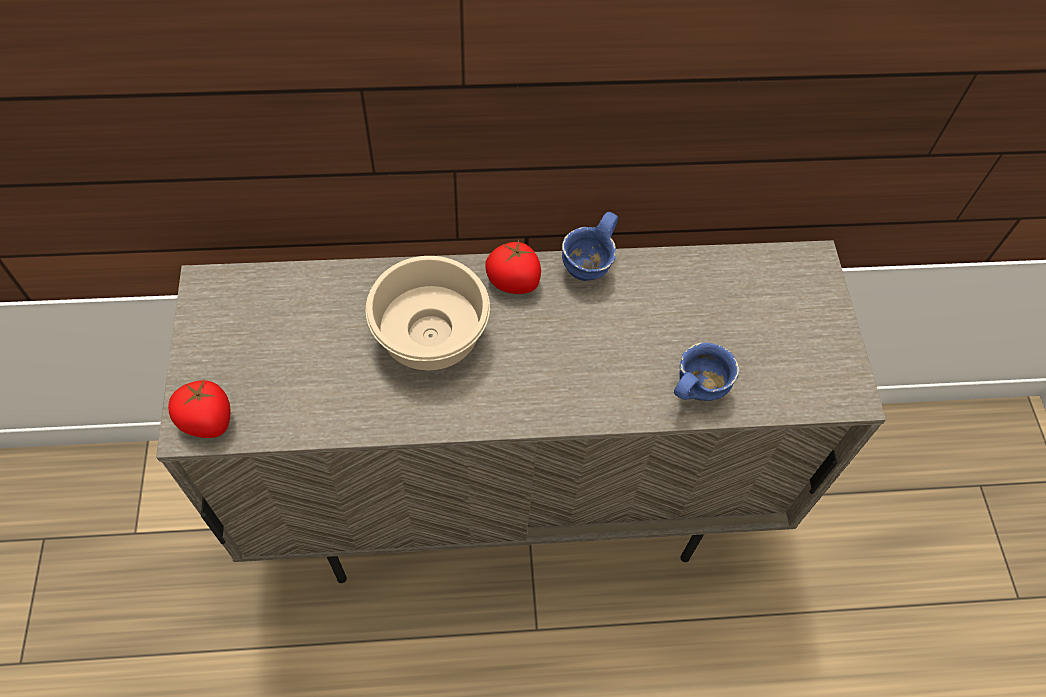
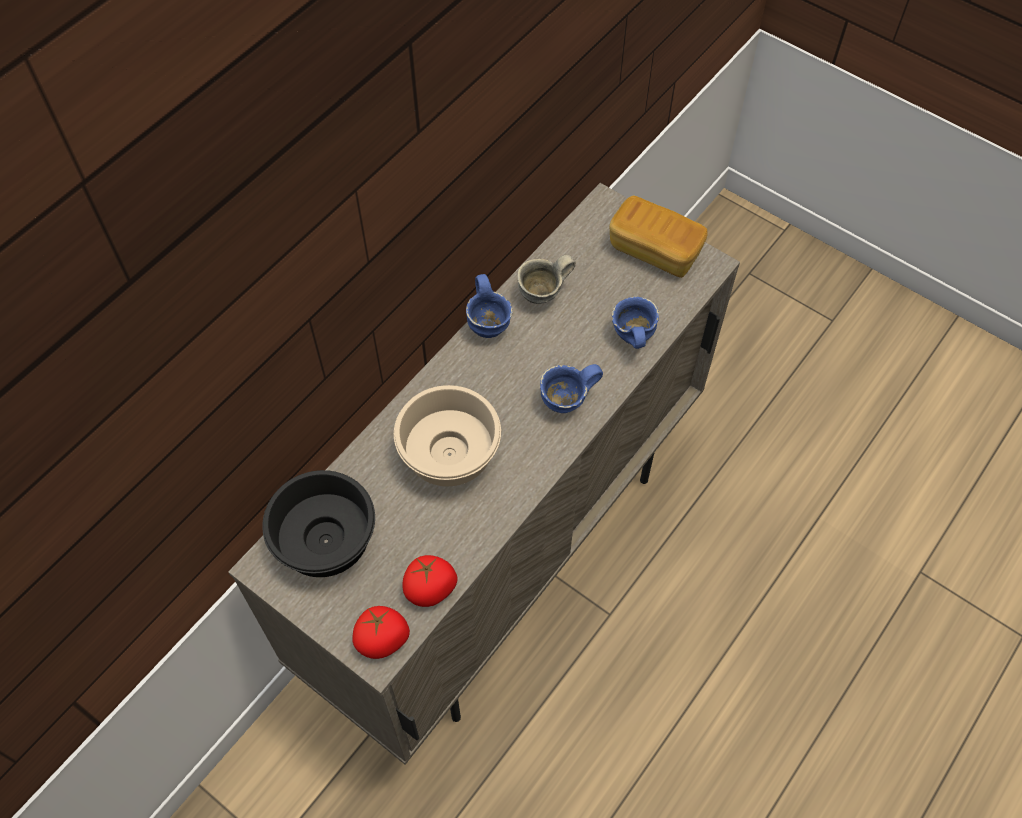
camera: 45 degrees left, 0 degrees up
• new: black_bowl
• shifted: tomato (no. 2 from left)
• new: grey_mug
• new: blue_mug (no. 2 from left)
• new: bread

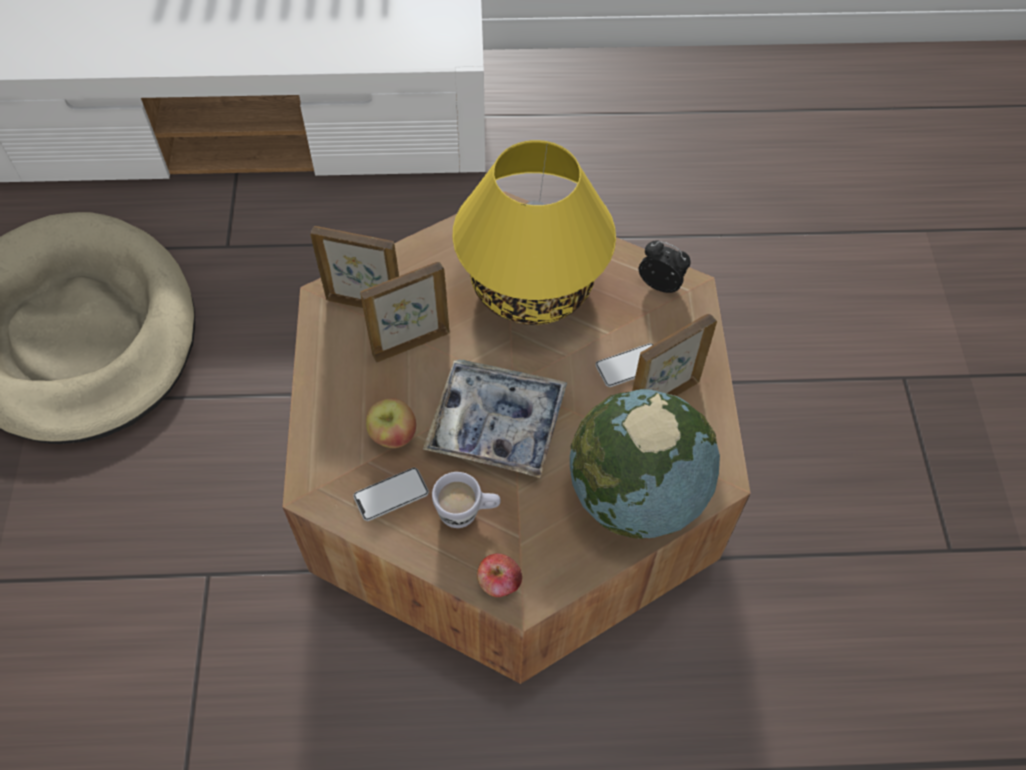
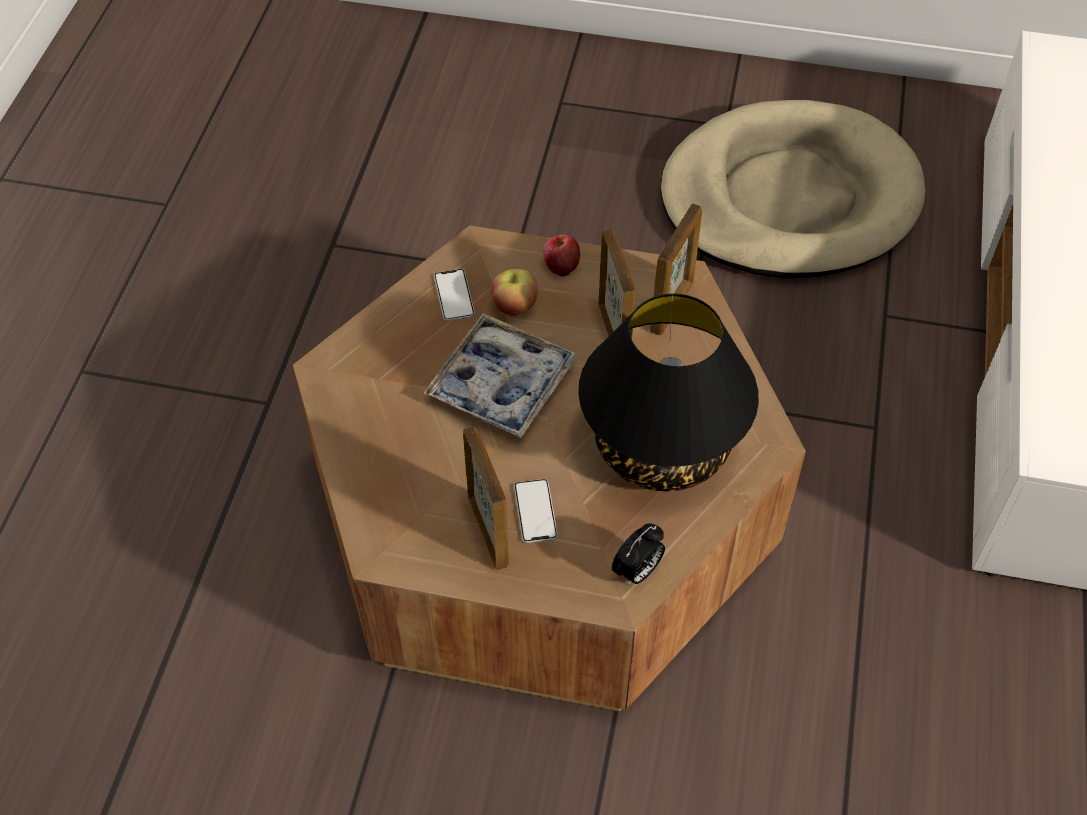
camera: 105 degrees right, 5 degrees down
• shifted: apple (no. 2 from left)
• repainted: yellow_table_lamp to black_table_lamp
• gone: white_mug
• gone: globe

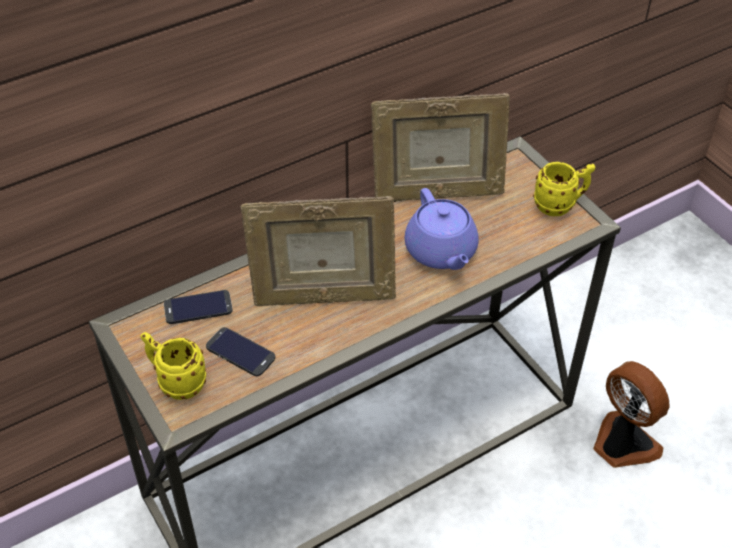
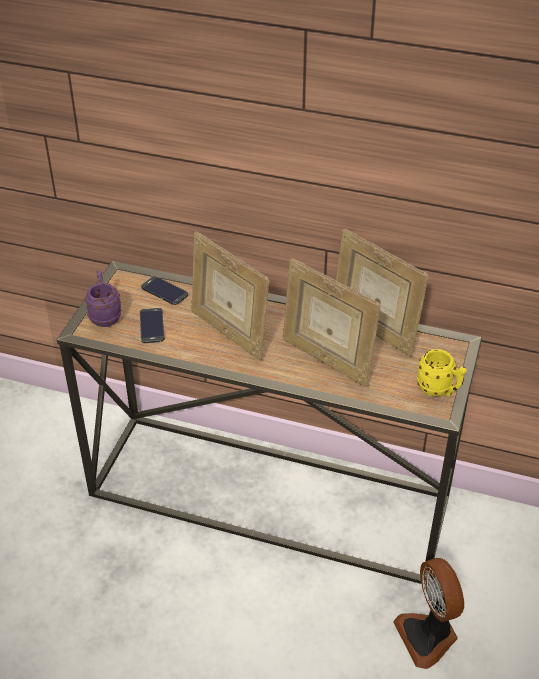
camera: 50 degrees right, 5 degrees down
• repainted: yellow_mug (no. 1 from left) to purple_mug
• swapped: purple_teapot to picture_frame (no. 2 from left)
• rotated: fan 150 degrees clockwise

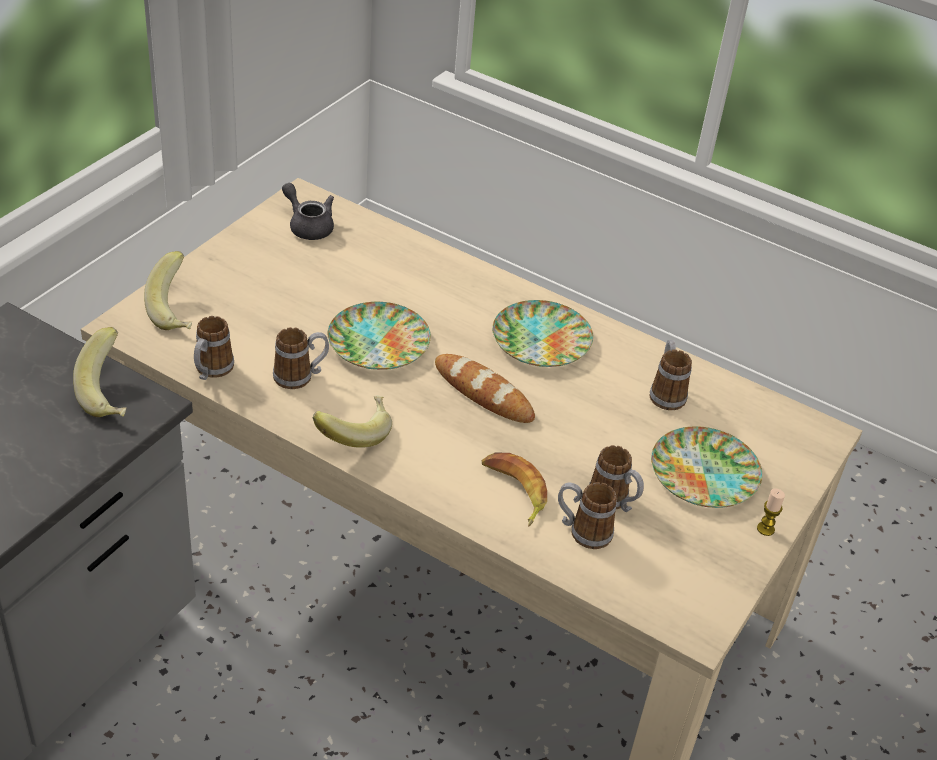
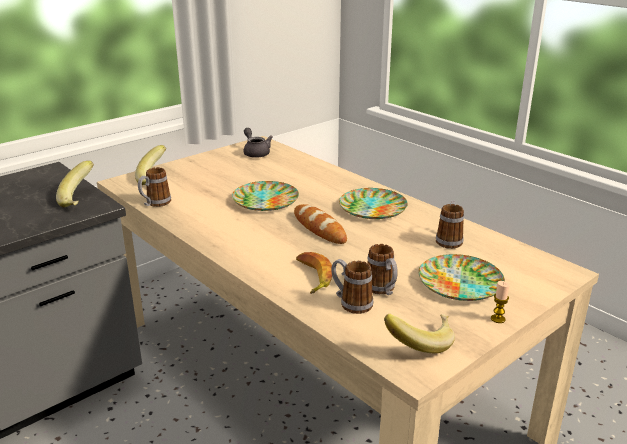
camera: 20 degrees right, 15 degrees down
• shifted: banana (no. 3 from left in the first image) to banana (no. 4 from left)
• gone: mug (no. 2 from left)

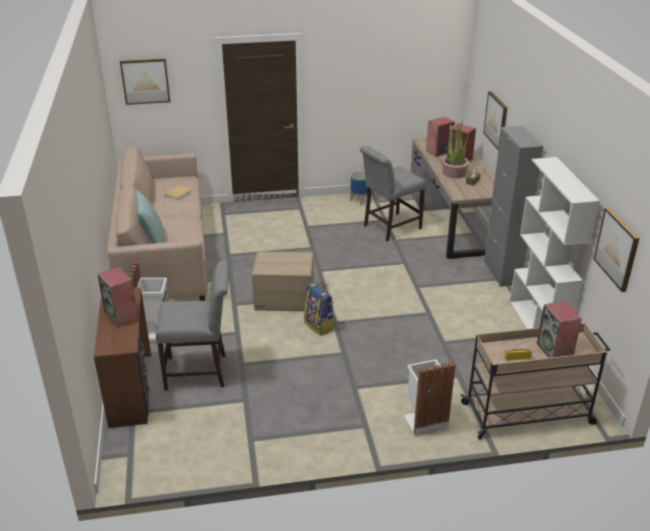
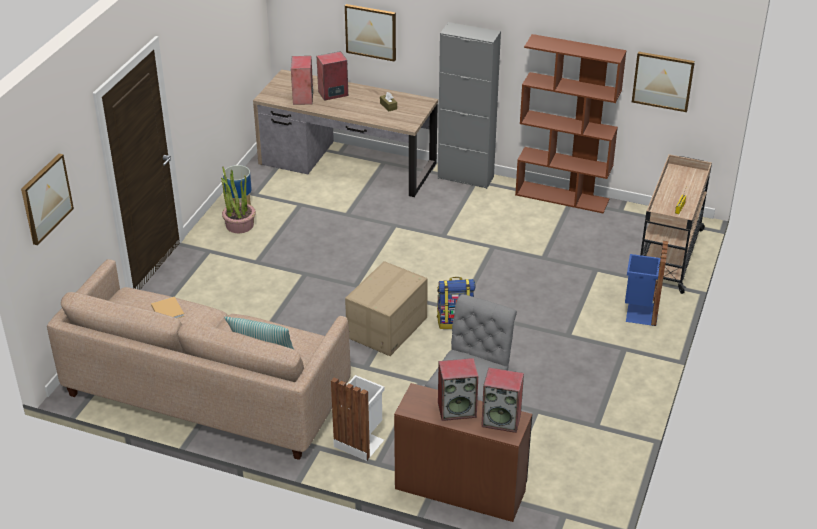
camera: 60 degrees left, 5 degrees up
• shifted: potted_plant
• shifted: speaker (no. 4 from left)
• repainted: white_bookcase to brown_bookcase
• repainted: white_trash_can (no. 2 from left) to blue_trash_can
• gone: grey_chair (no. 2 from left)

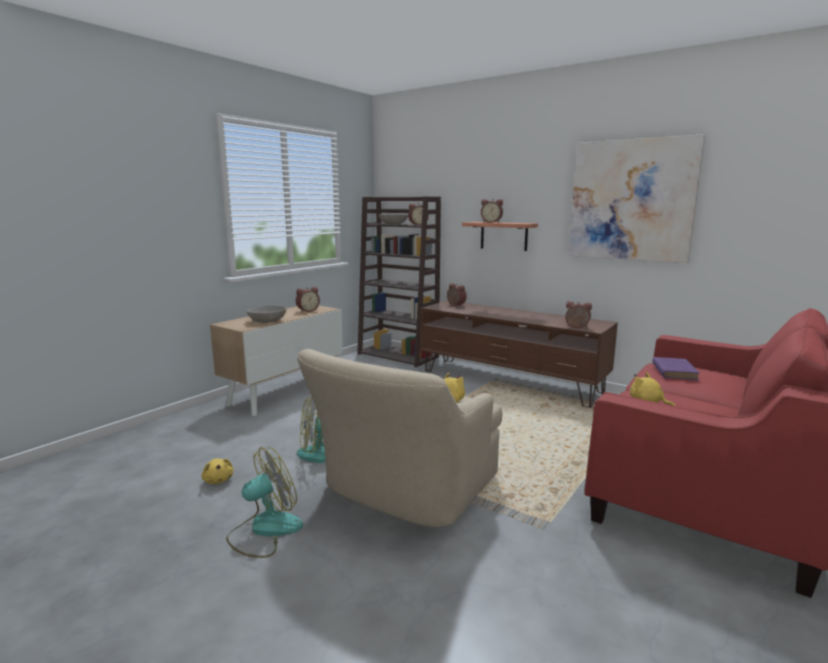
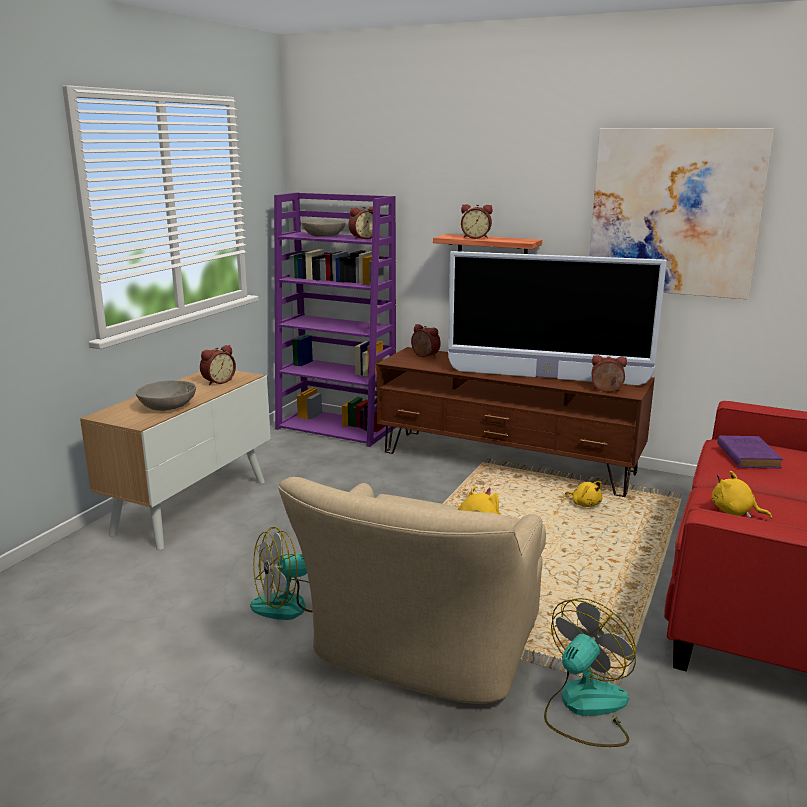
camera: 10 degrees left, 5 degrees up
• repainted: brown_bookcase to purple_bookcase
• new: television
• shifted: fan (no. 1 from left in the first image) to fan (no. 2 from left)
• shifted: yellow_plush_toy (no. 1 from left in the first image) to yellow_plush_toy (no. 2 from left)

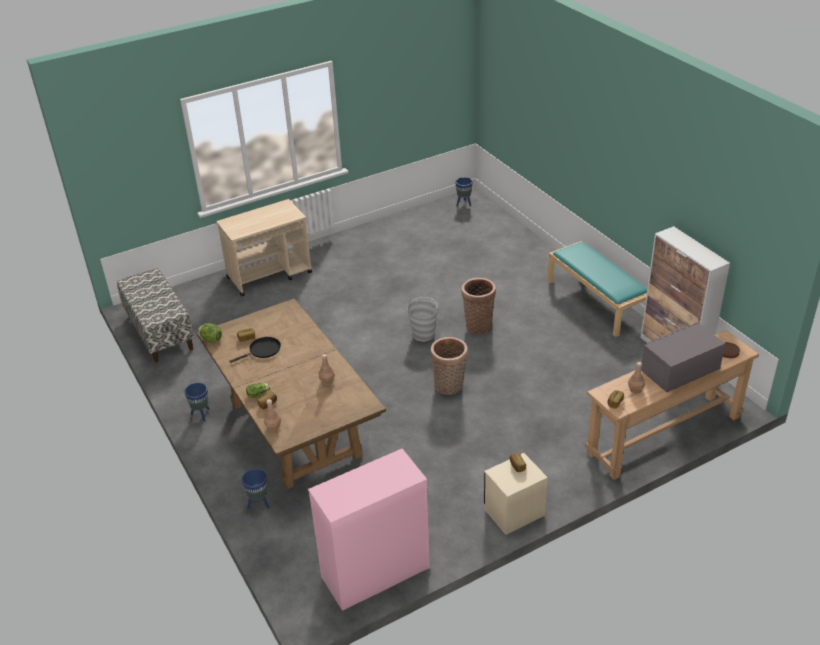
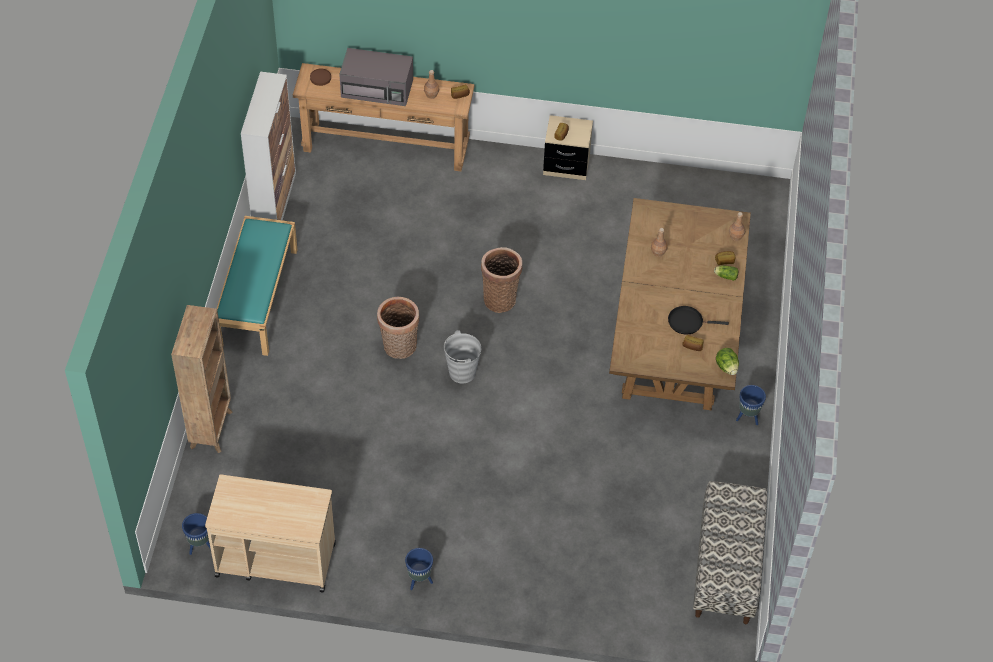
camera: 145 degrees left, 15 degrees up
• new: brown_bookcase
• shifted: beige_cart
• shifted: blue_planter (no. 2 from left)
• gone: pink_dresser

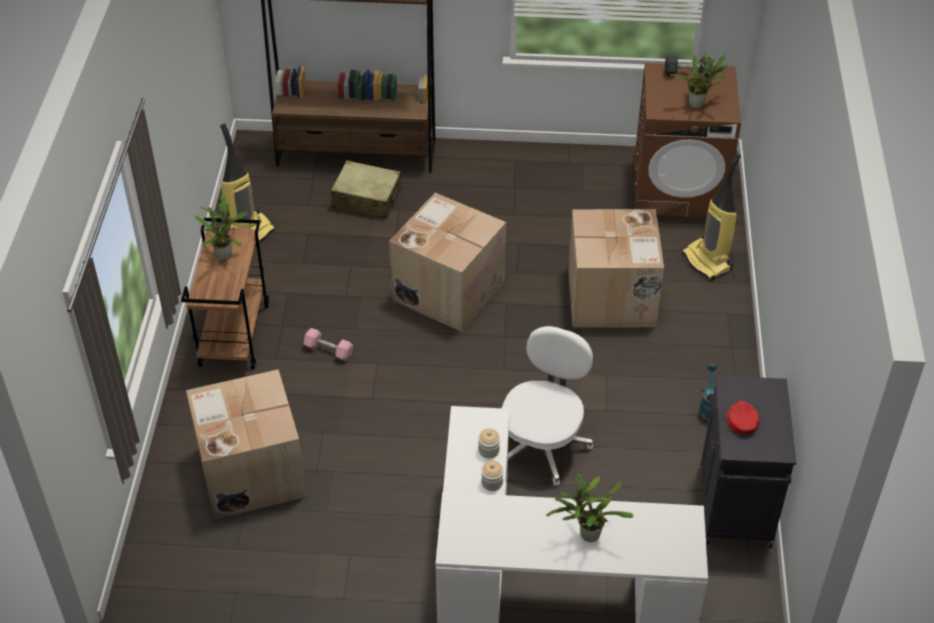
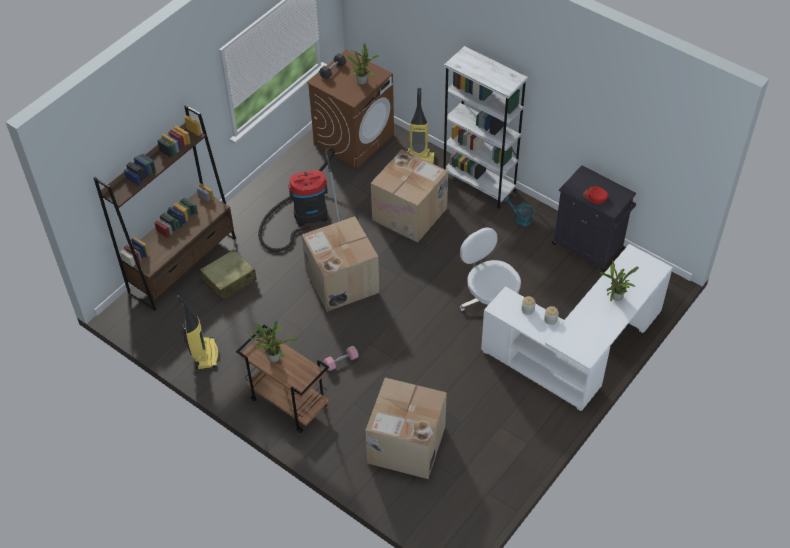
camera: 55 degrees left, 5 degrees up
• new: vacuum_cleaner (no. 2 from left)
• new: white_bookcase

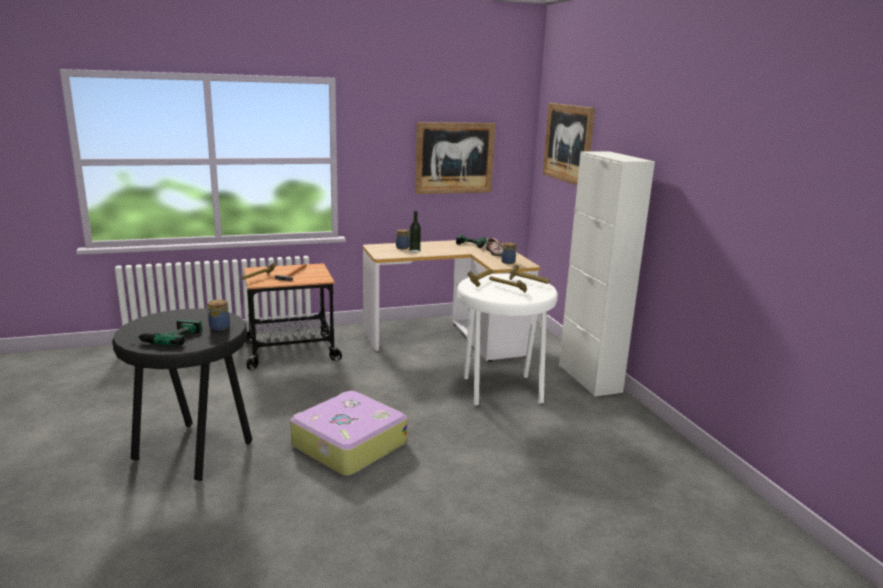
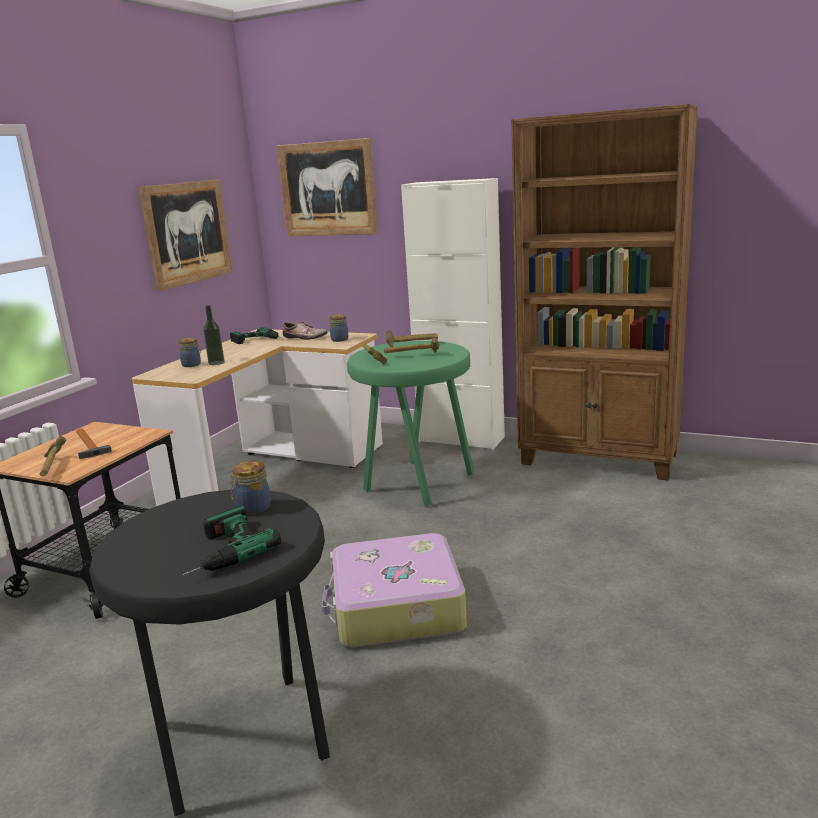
camera: 45 degrees left, 0 degrees up
• repainted: white_stool to green_stool
• new: brown_bookcase

